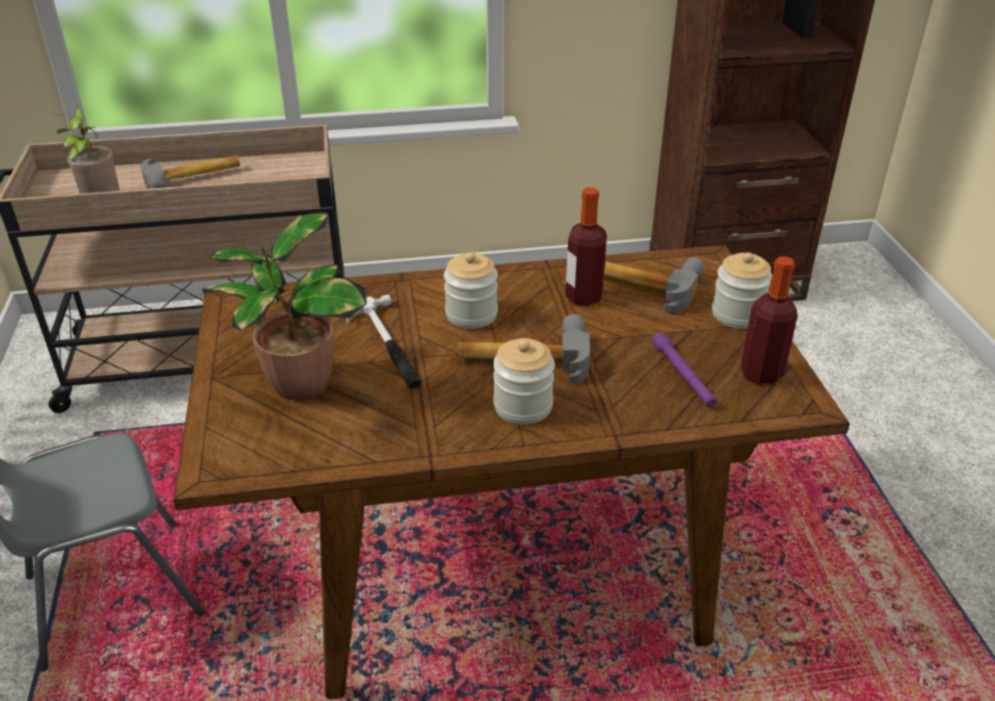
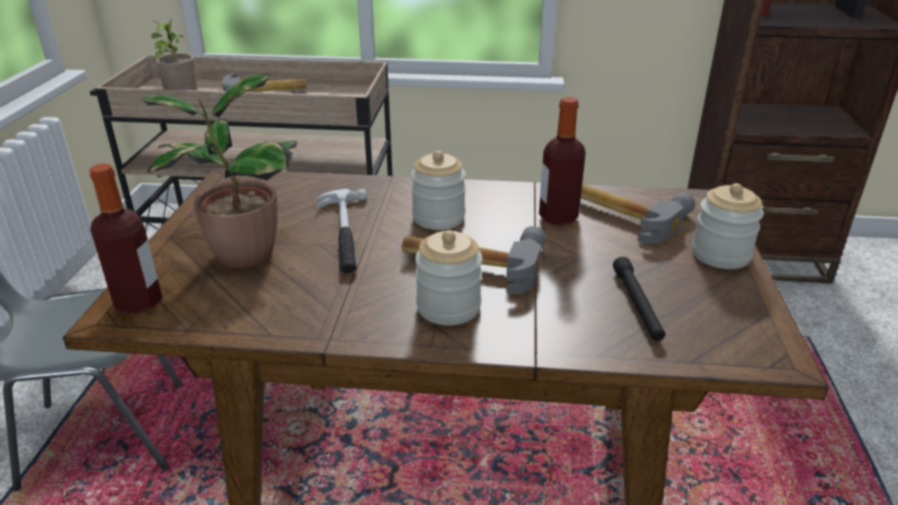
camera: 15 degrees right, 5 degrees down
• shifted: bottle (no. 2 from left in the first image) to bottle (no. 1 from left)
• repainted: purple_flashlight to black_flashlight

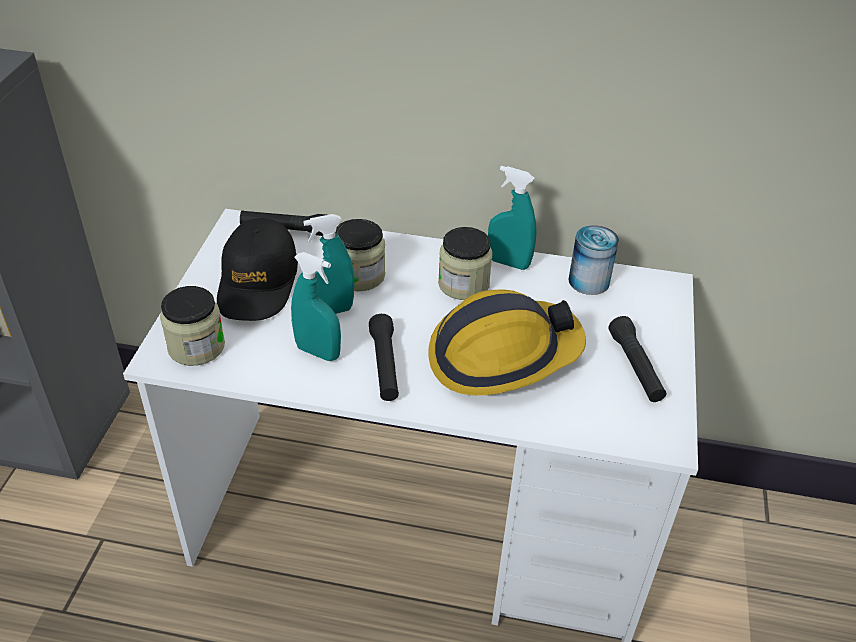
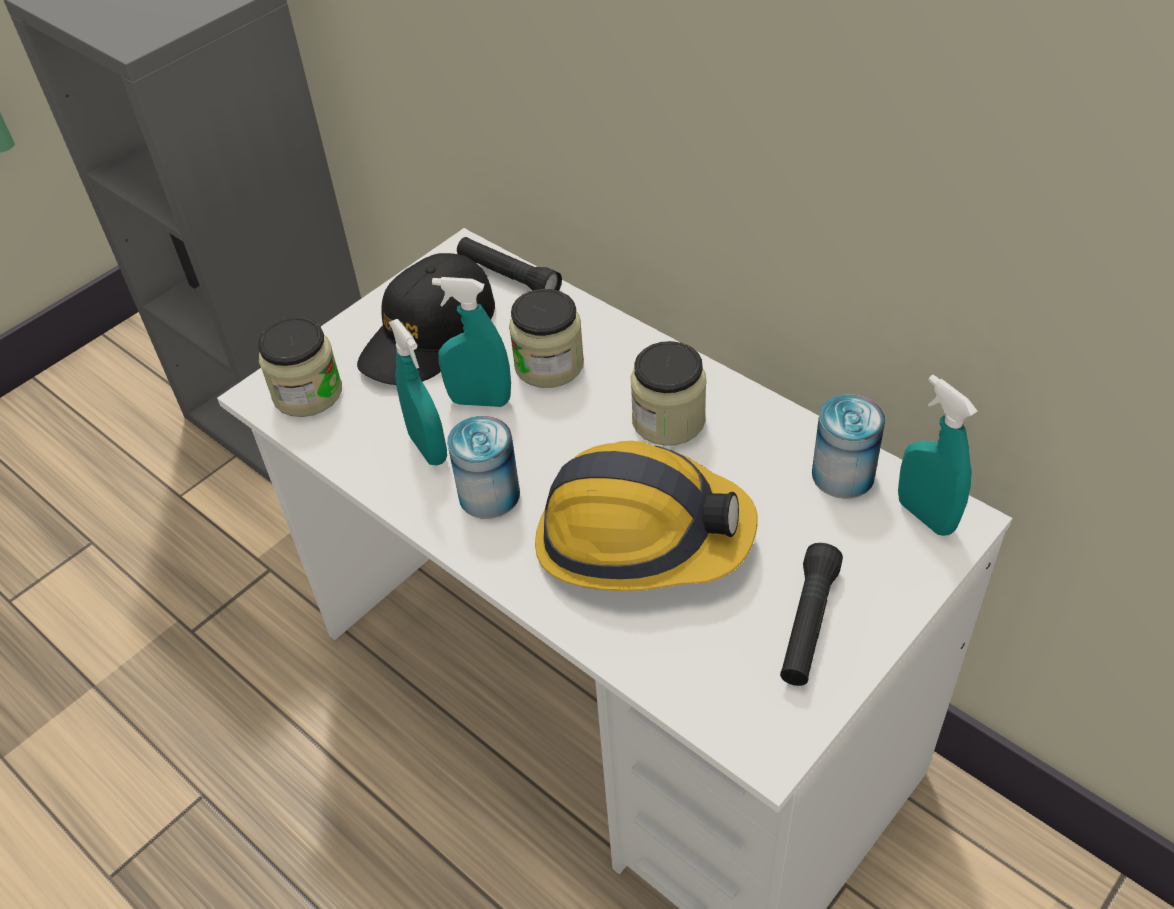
camera: 35 degrees right, 5 degrees up
• swapped: black_flashlight (no. 2 from left) to can (no. 1 from left)
• shifted: turquoise_spray_bottle (no. 3 from left)

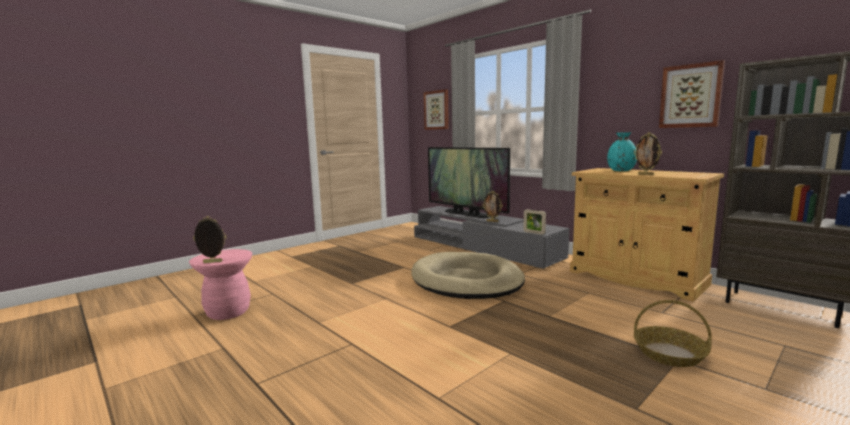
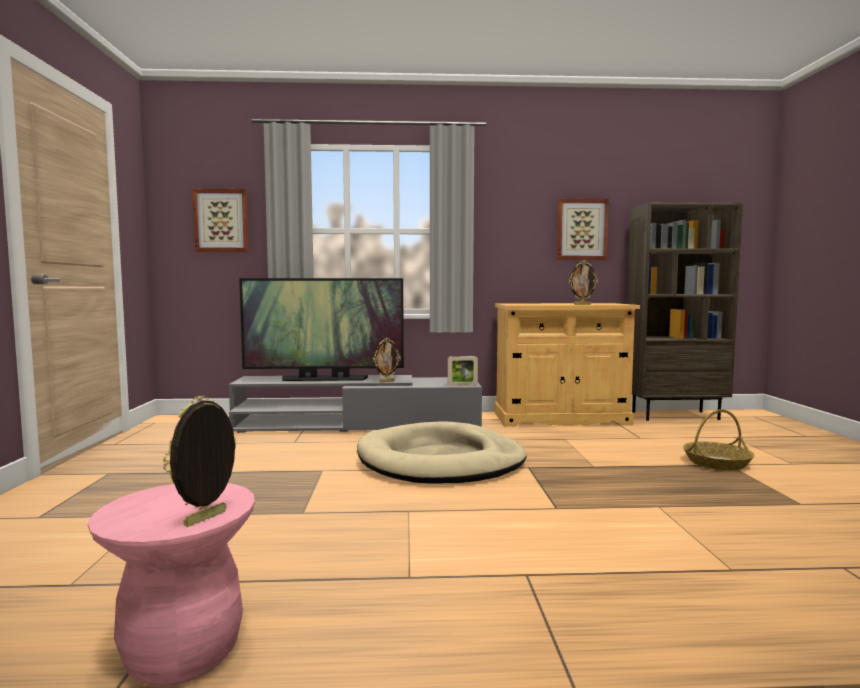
camera: 50 degrees left, 5 degrees down
• gone: turquoise_vase

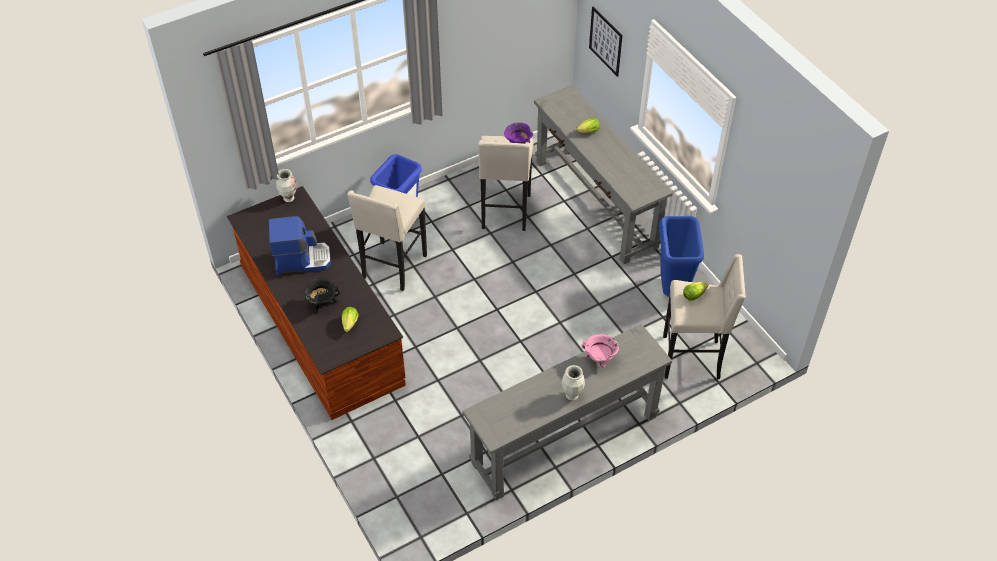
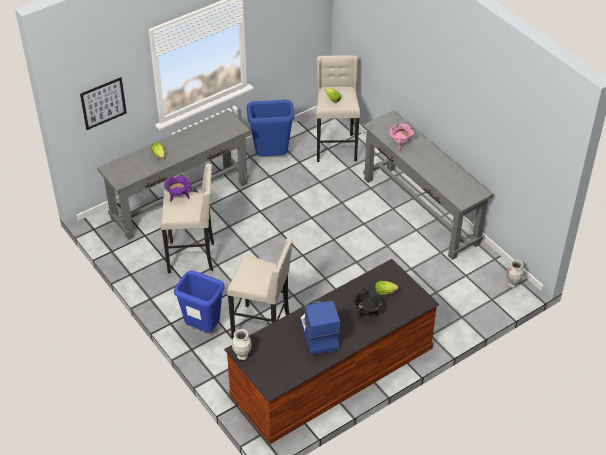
camera: 95 degrees left, 5 degrees down
• shifted: vase (no. 2 from left)

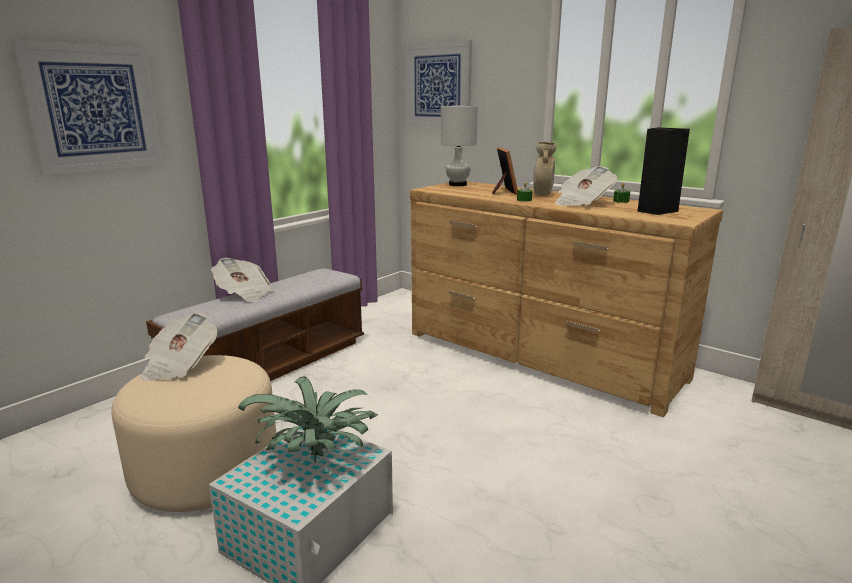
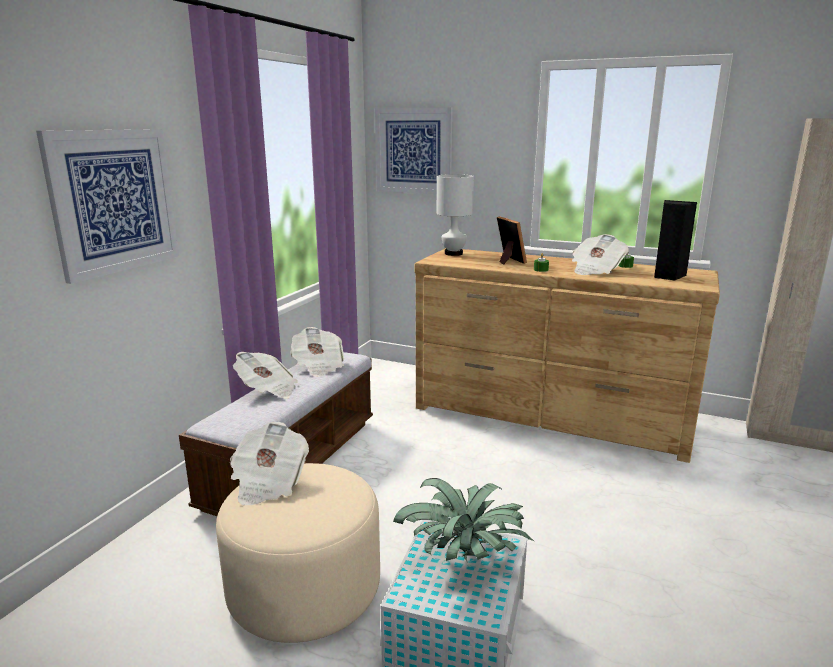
camera: 15 degrees left, 0 degrees up
• new: newspaper (no. 3 from left)
• gone: beige_vase

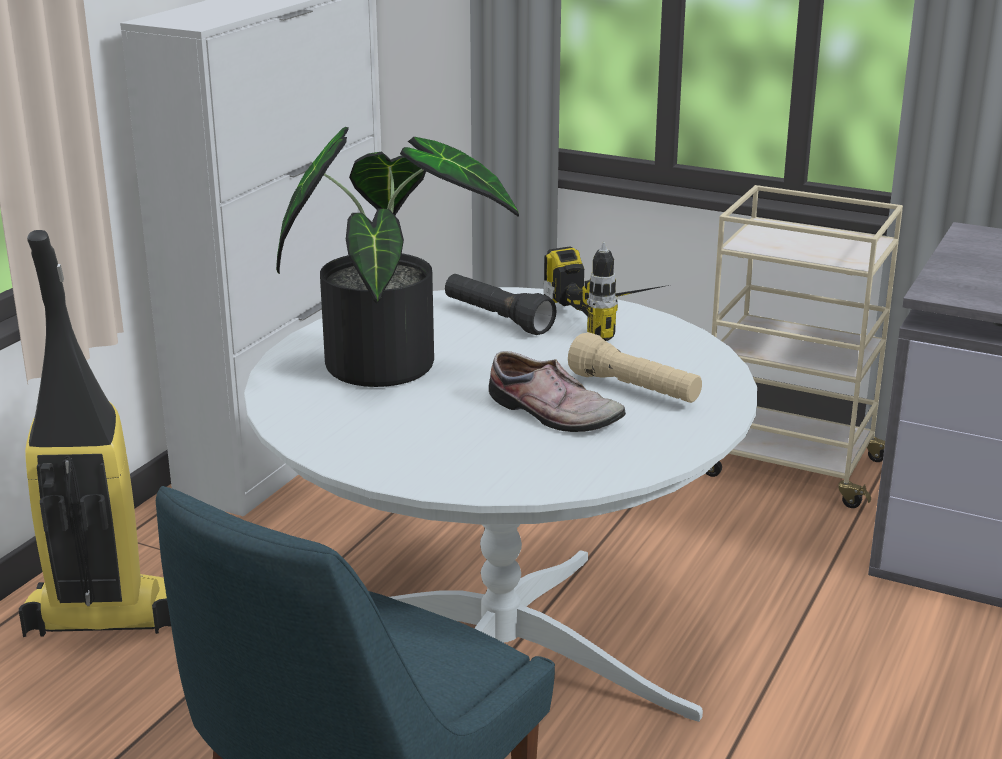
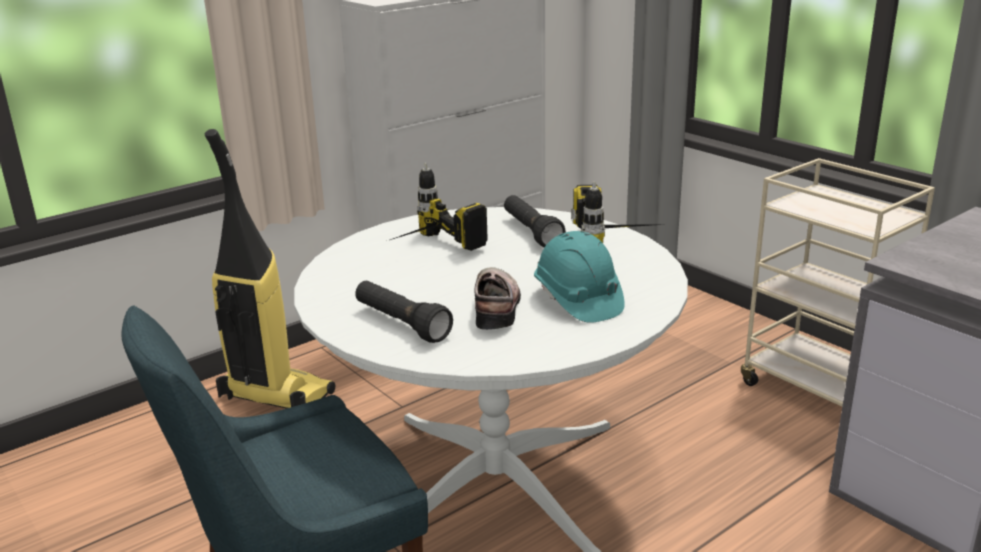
camera: 25 degrees right, 0 degrees up
• new: black_flashlight (no. 1 from left)
• swapped: potted_plant to power_drill (no. 1 from left)
• rotated: shoe 150 degrees counterclockwise
• swapped: beige_flashlight to turquoise_hard_hat

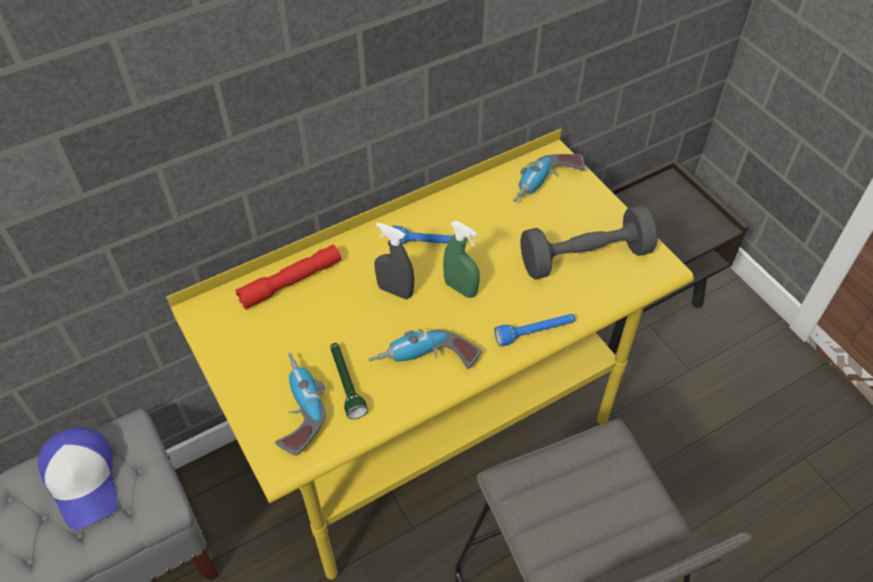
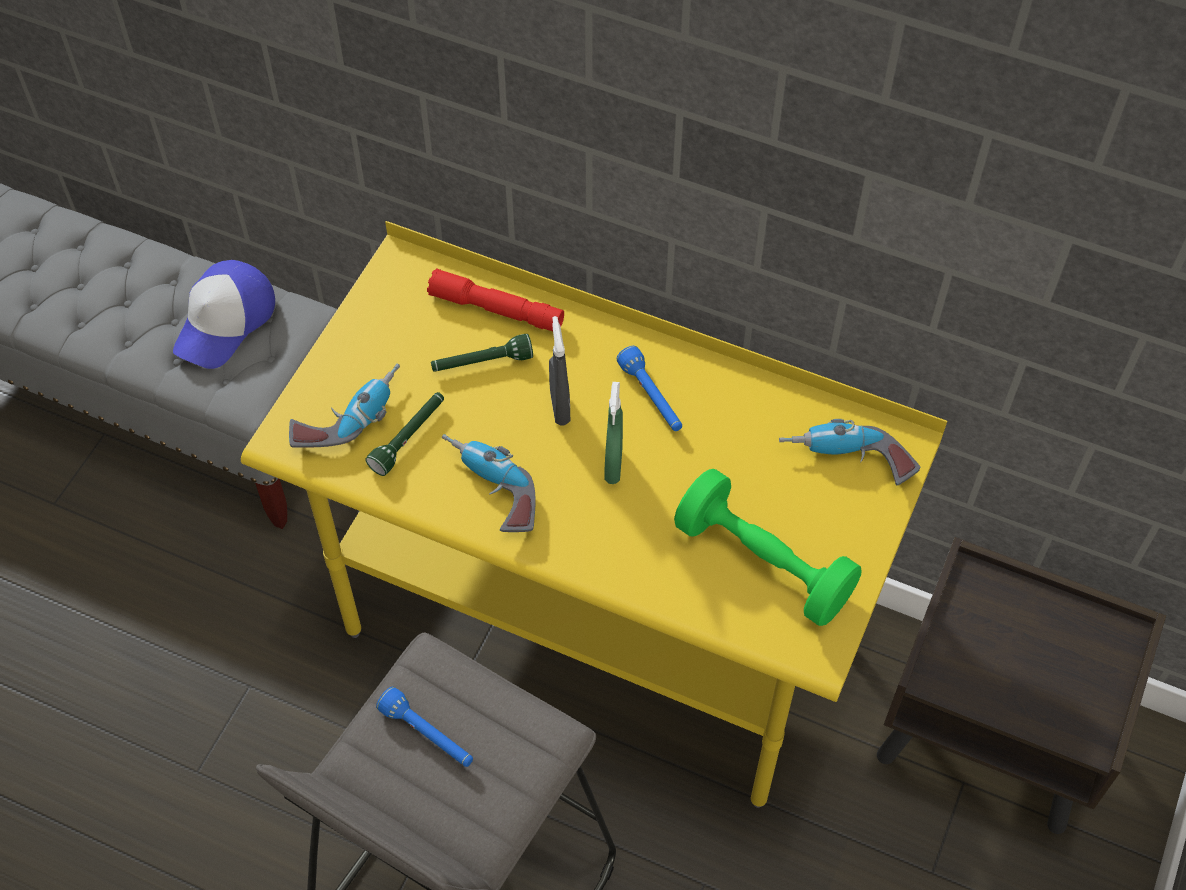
camera: 55 degrees right, 5 degrees up
• shifted: blue_flashlight (no. 2 from left in the first image) to blue_flashlight (no. 1 from left)
• new: green_flashlight (no. 2 from left)
• repainted: grey_dumbbell to green_dumbbell

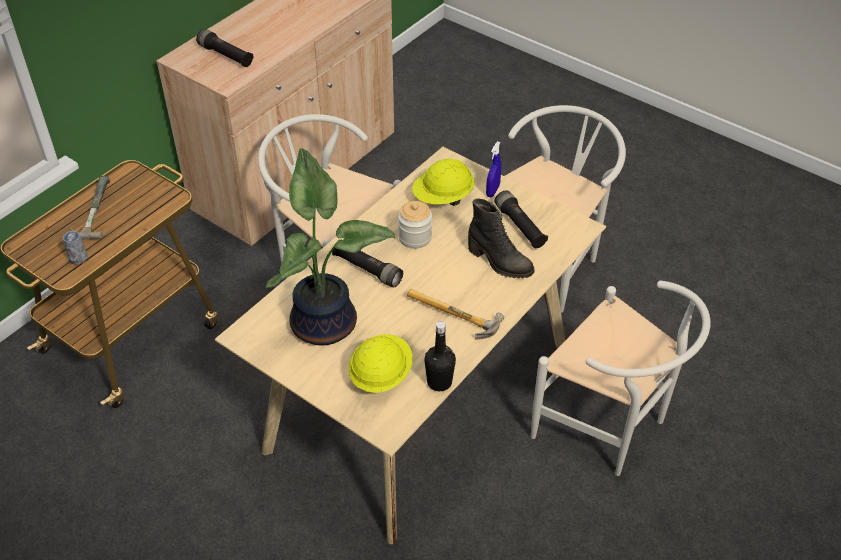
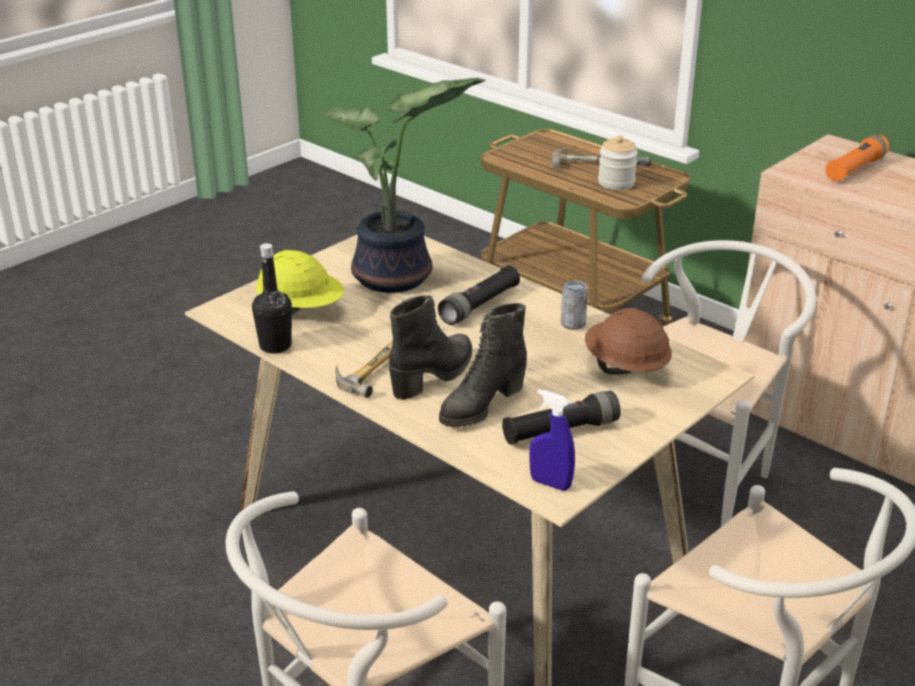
camera: 95 degrees right, 15 degrees down
• new: black_boot (no. 1 from left)
• shifted: blue_spray_bottle
• shifted: can
• repainted: yellow_hard_hat (no. 2 from left) to brown_hard_hat
• shifted: jar
• repainted: black_flashlight (no. 1 from left) to orange_flashlight

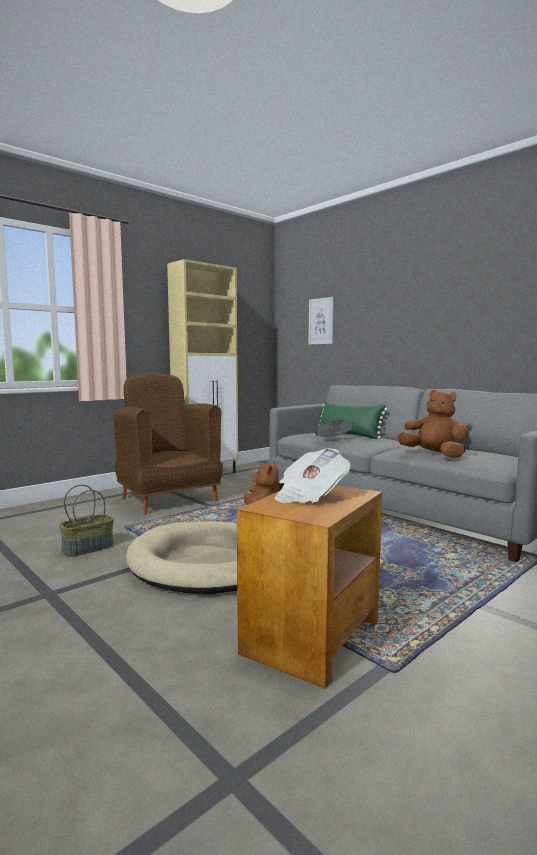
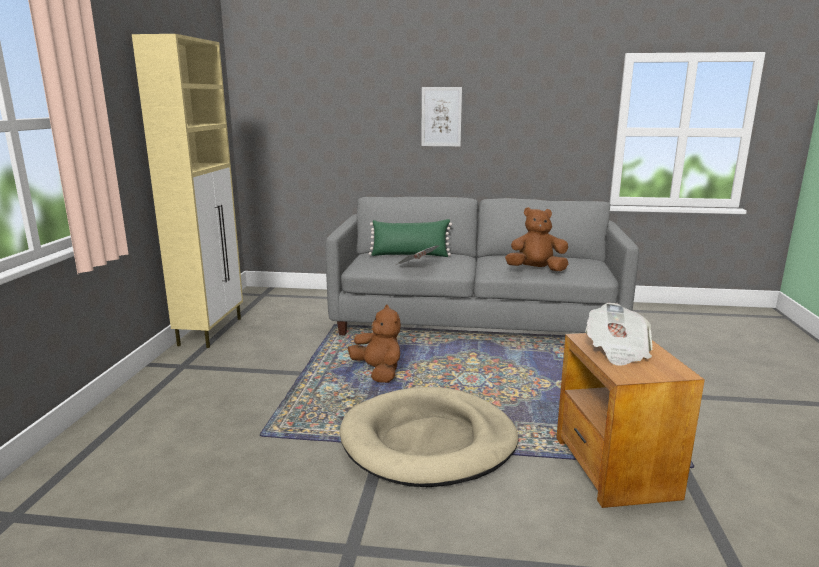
camera: 40 degrees left, 10 degrees up
• shifted: picture
• gone: basket
• gone: brown_armchair

